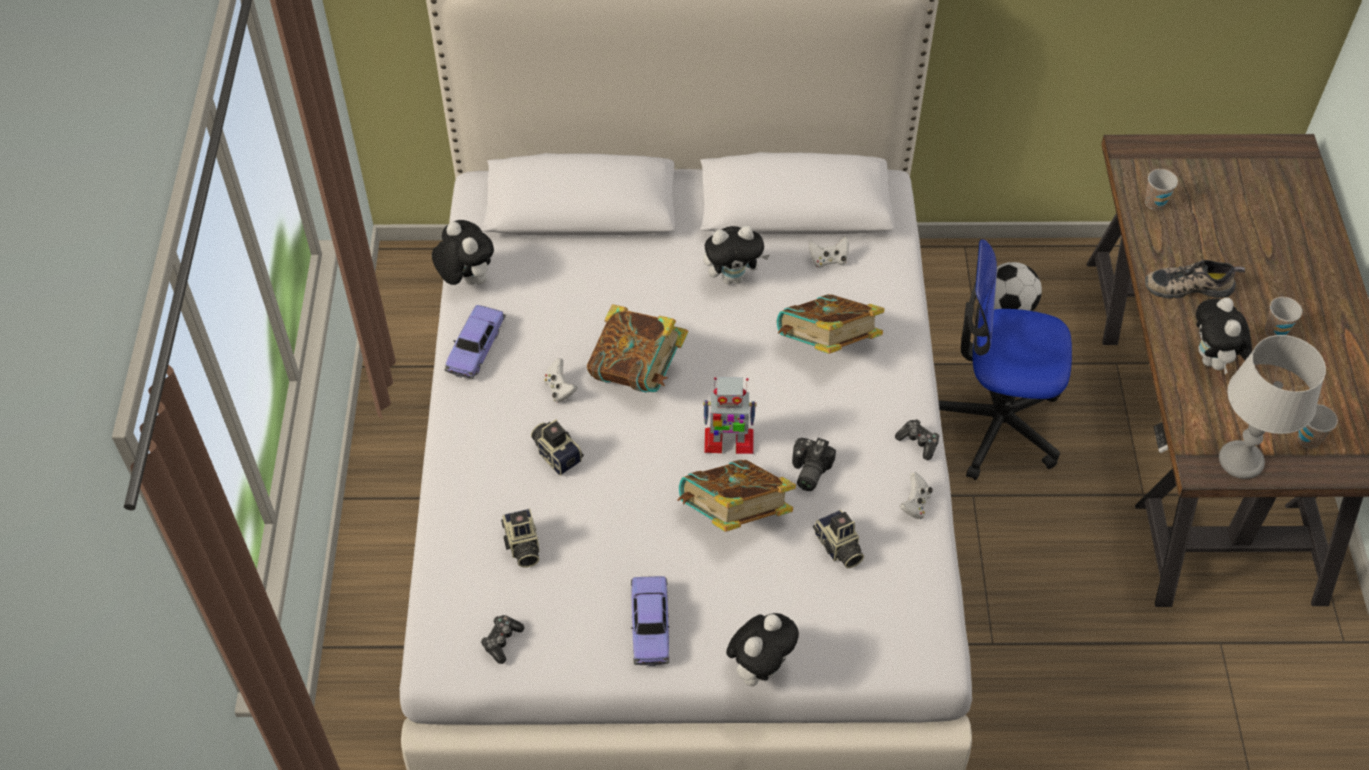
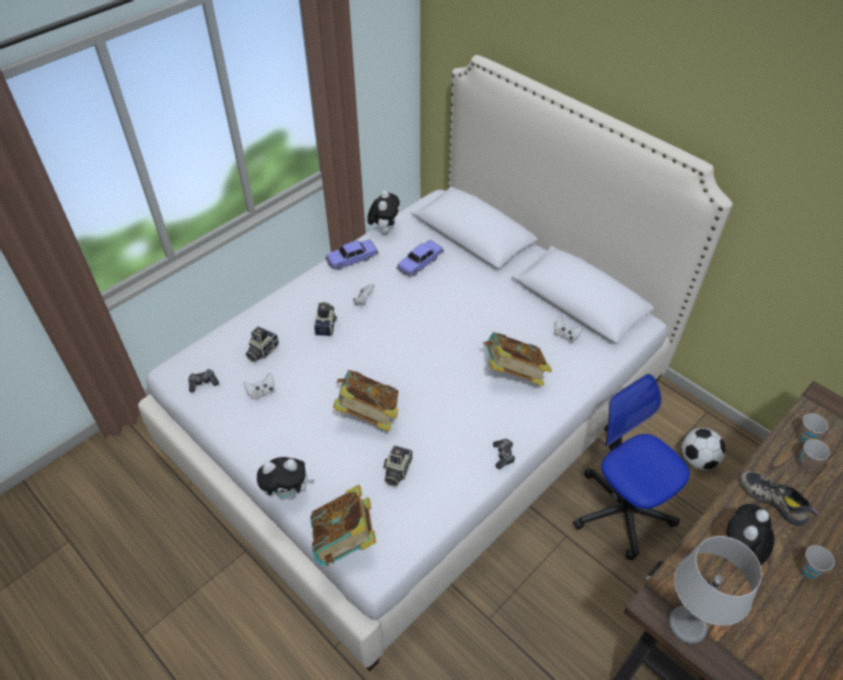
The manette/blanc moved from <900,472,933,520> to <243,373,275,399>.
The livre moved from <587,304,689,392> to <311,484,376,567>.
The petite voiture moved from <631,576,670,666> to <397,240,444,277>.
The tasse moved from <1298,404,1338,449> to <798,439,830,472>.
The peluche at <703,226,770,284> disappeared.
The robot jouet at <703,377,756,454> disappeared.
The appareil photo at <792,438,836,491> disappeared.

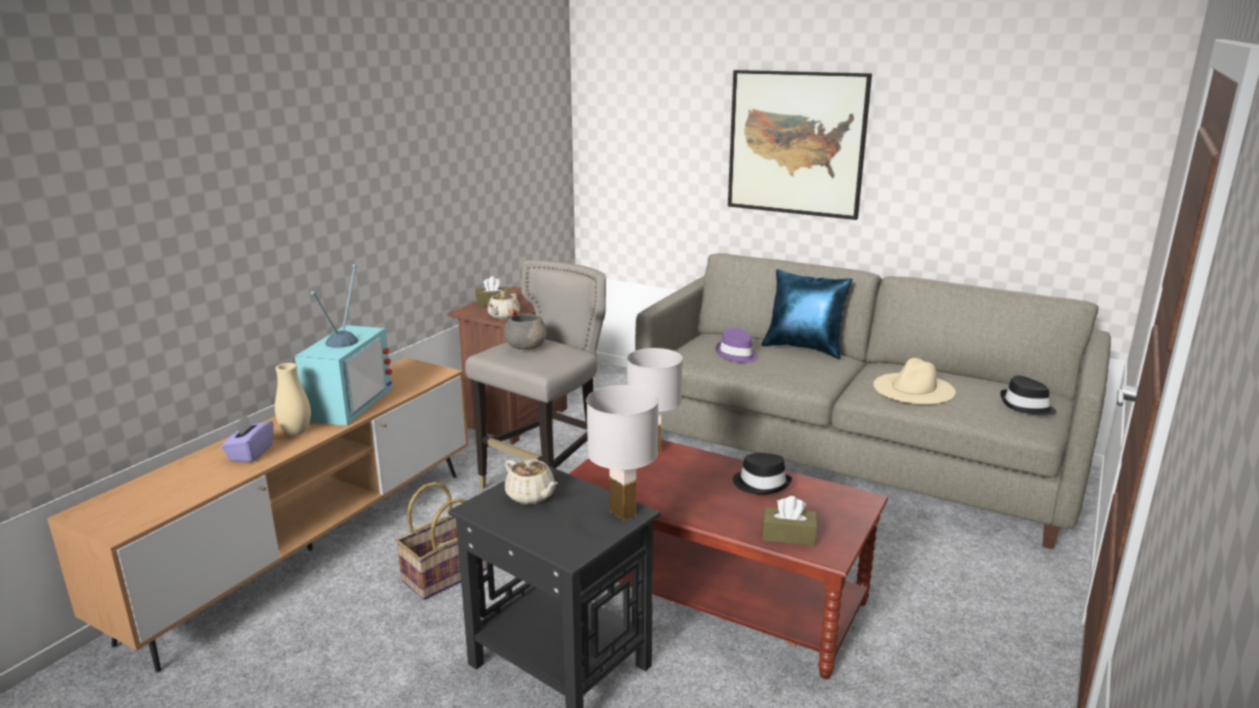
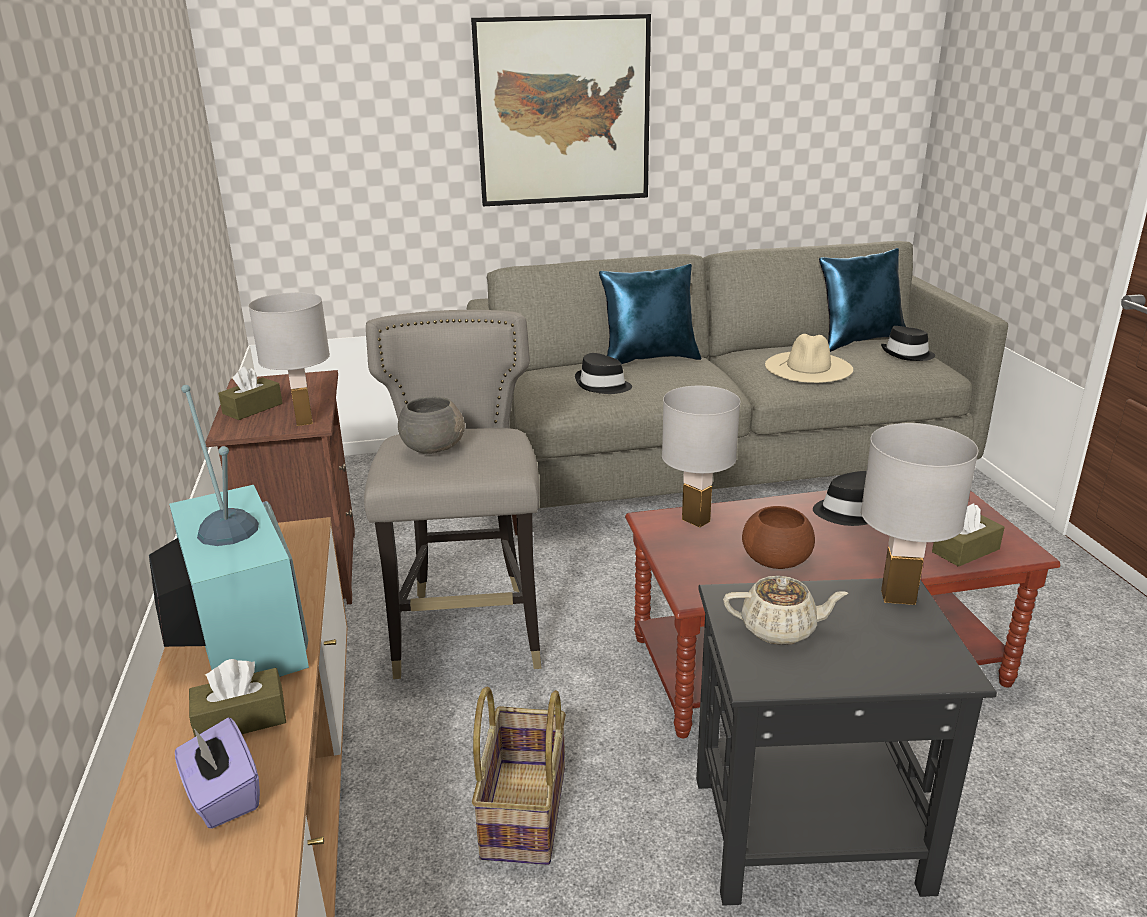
The vase/beige at <275,363,311,436> was replaced by the boîte à mouchoirs/marron at <189,659,286,737>.
The théière/beige at <488,291,520,319> was replaced by the lampe de table/blanc at <248,292,330,426>.
The chapeau/violet at <716,328,758,363> became the chapeau/noir at <575,353,632,394>.
The bol/marron at <742,506,815,569> appeared.
The coussin/bleu at <819,248,906,352> appeared.

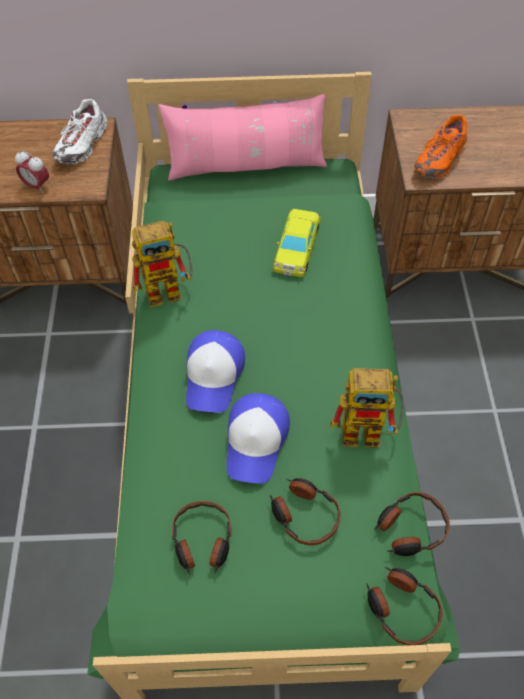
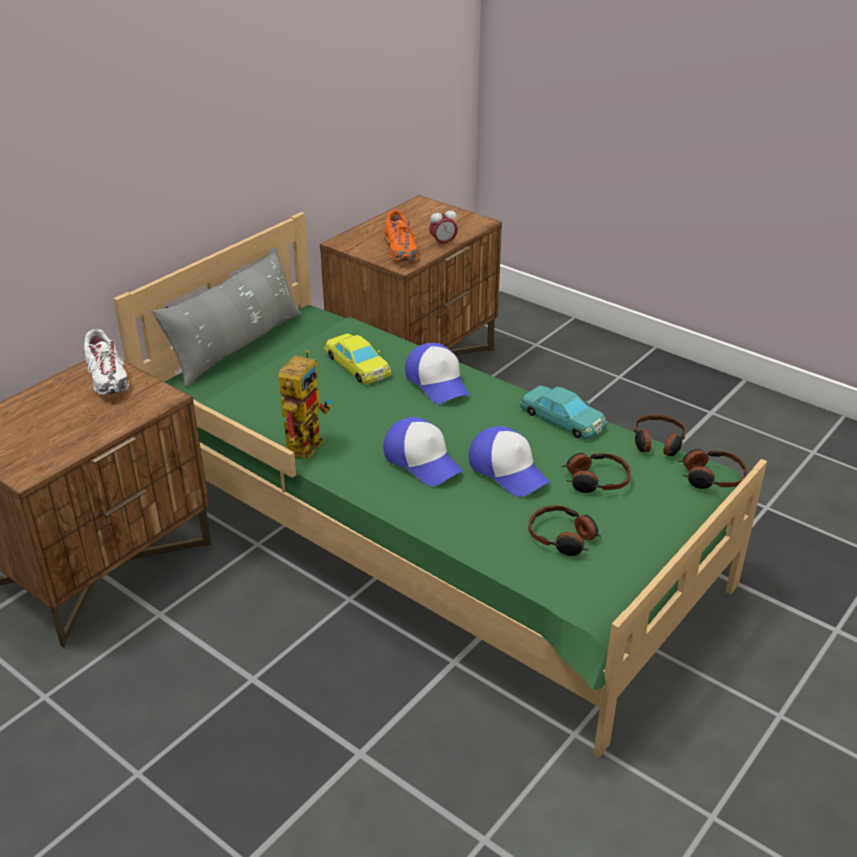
The coussin/rose at <158,94,327,181> became the coussin/gris at <152,247,301,388>.
The casquette at <405,343,469,404> appeared.
The réveil moved from <15,150,49,193> to <429,207,458,247>.
The robot jouet at <331,368,404,448> was replaced by the petite voiture/turquoise at <520,385,607,440>.

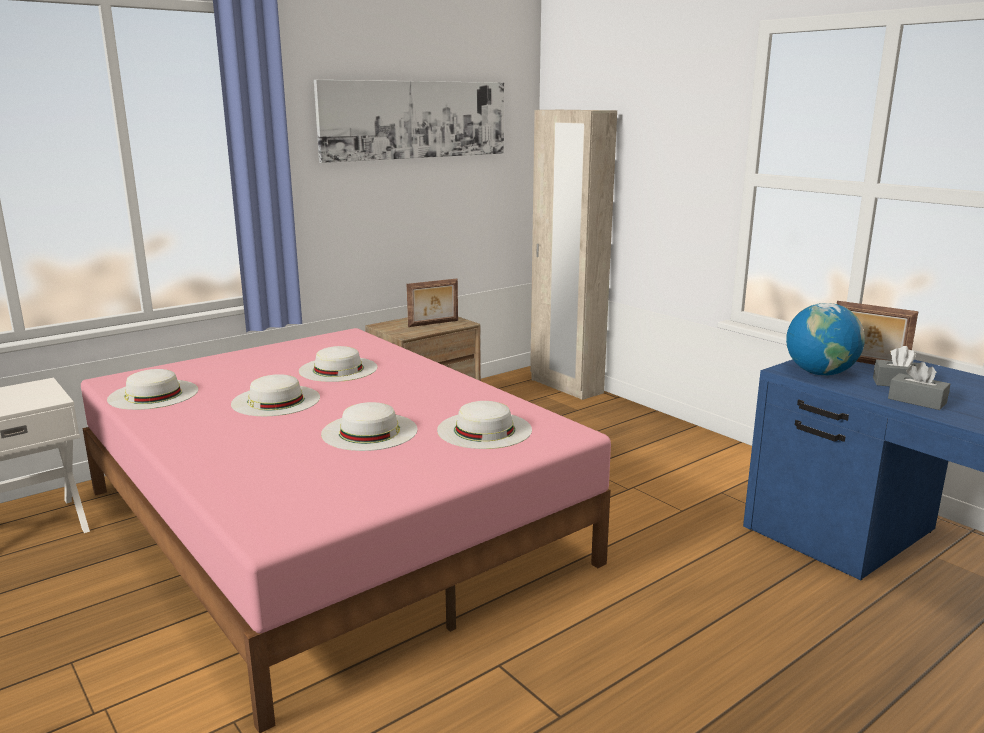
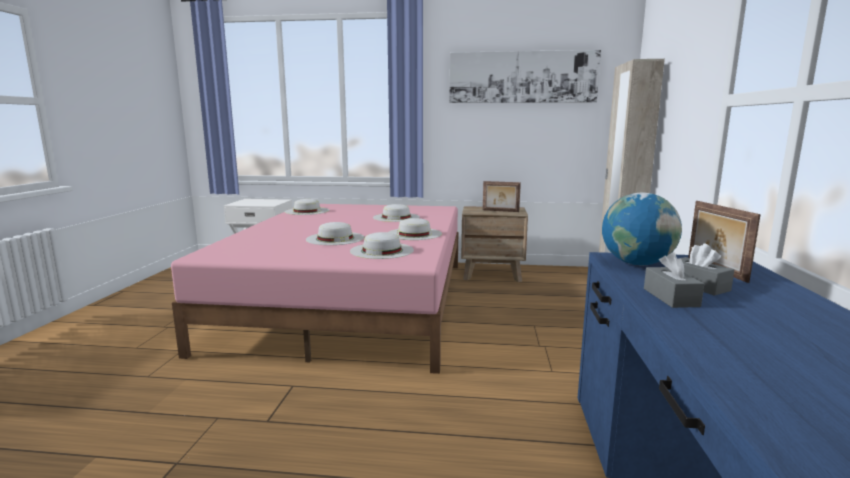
The chapeau/blanc moved from <231,374,320,416> to <388,218,442,240>.

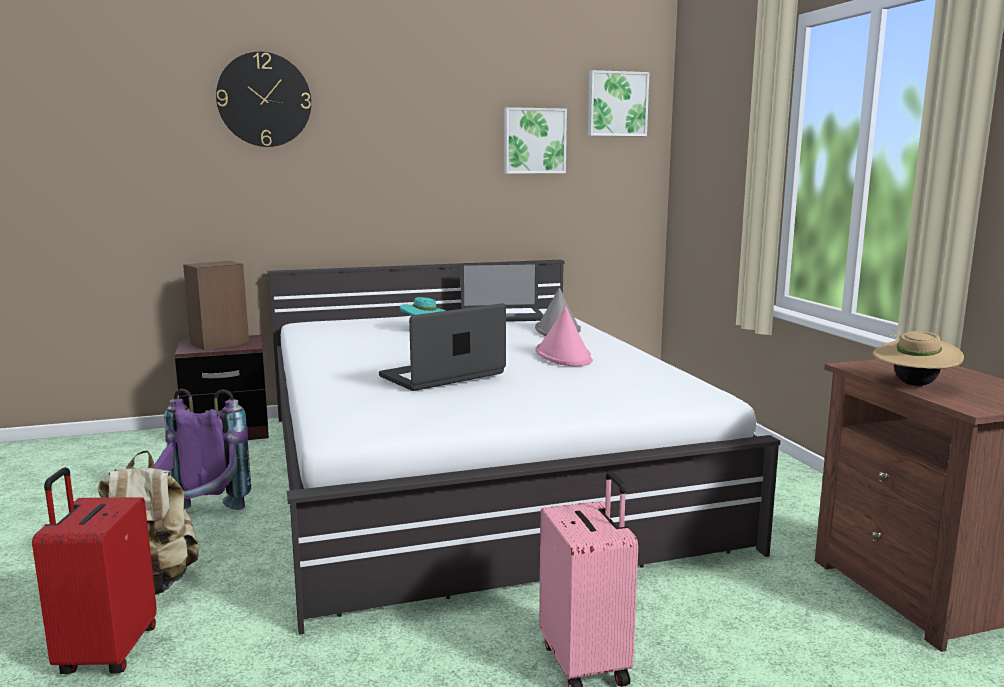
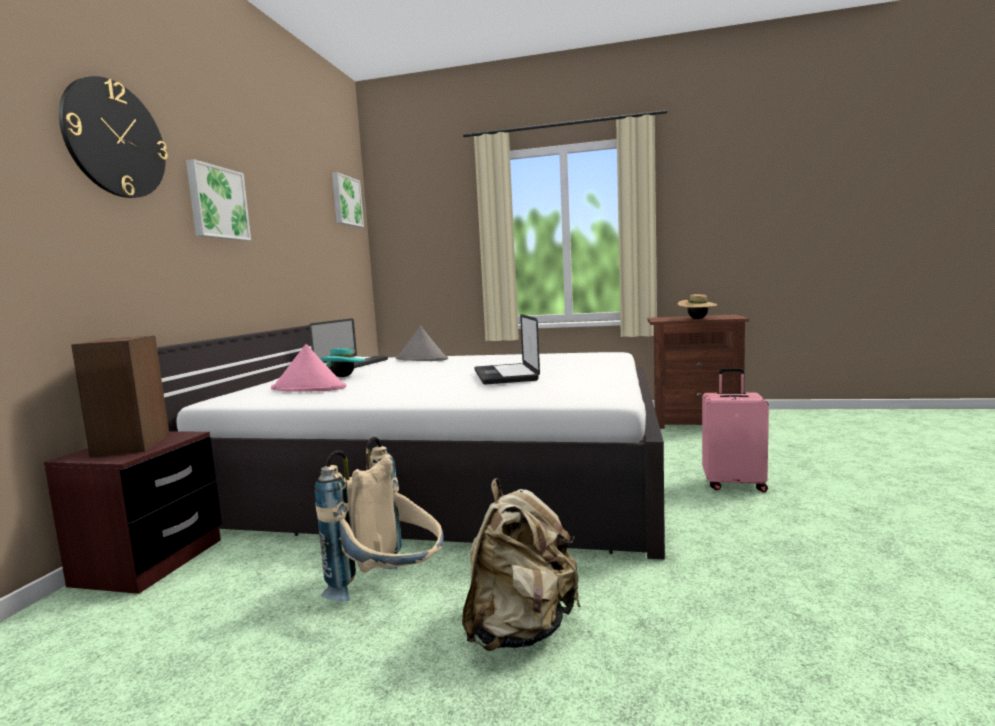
The tableau moved from <504,107,567,174> to <186,159,251,241>.
The chapeau/rose moved from <535,307,593,366> to <271,344,346,392>.
The sac à dos/violet at <155,389,251,510> became the sac à dos/beige at <315,437,444,601>.
The valise/rouge at <32,467,157,674> disappeared.

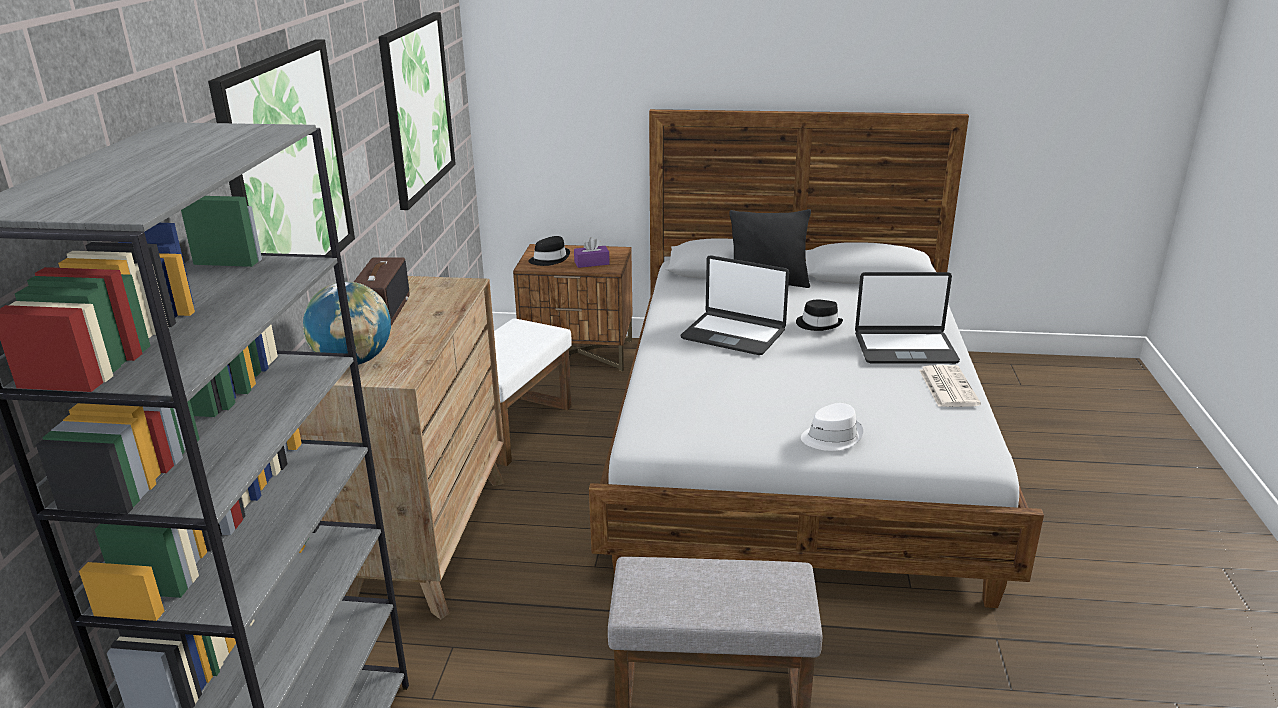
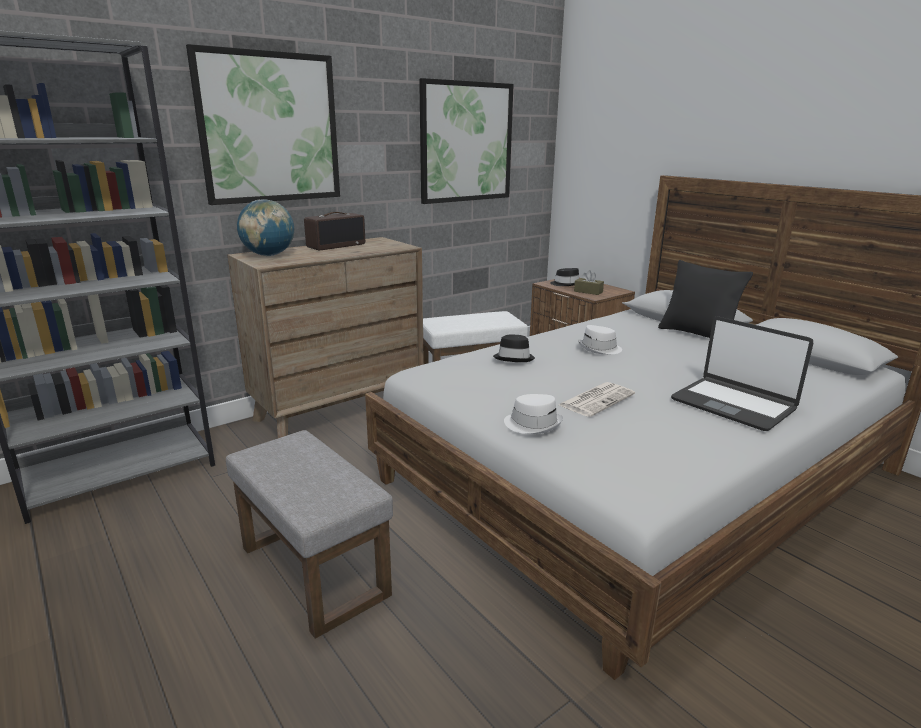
The chapeau/noir moved from <796,300,843,331> to <493,334,535,362>.
The journal moved from <919,365,981,407> to <559,382,635,417>.
The boîte à mouchoirs/violet at <574,237,610,268> became the boîte à mouchoirs/marron at <574,270,604,295>.
The ordinateur portable at <681,255,789,355> was replaced by the chapeau/blanc at <578,325,622,354>.

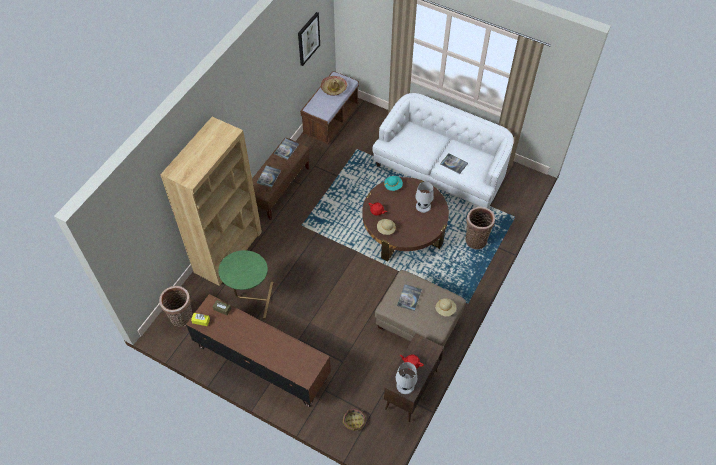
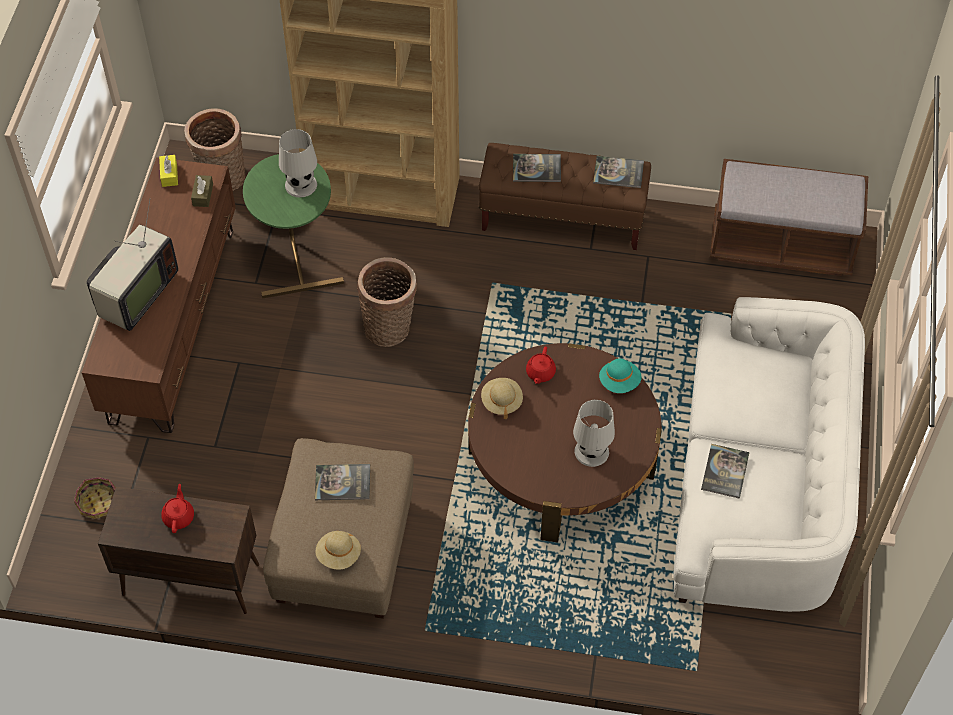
The téléviseur at <87,200,178,331> appeared.
The lampe de table/blanc moved from <396,362,417,394> to <279,129,317,197>.
The panier moved from <466,207,495,249> to <357,257,417,347>.
The tableau at <298,12,320,66> disappeared.
The chapeau at <321,76,347,96> disappeared.

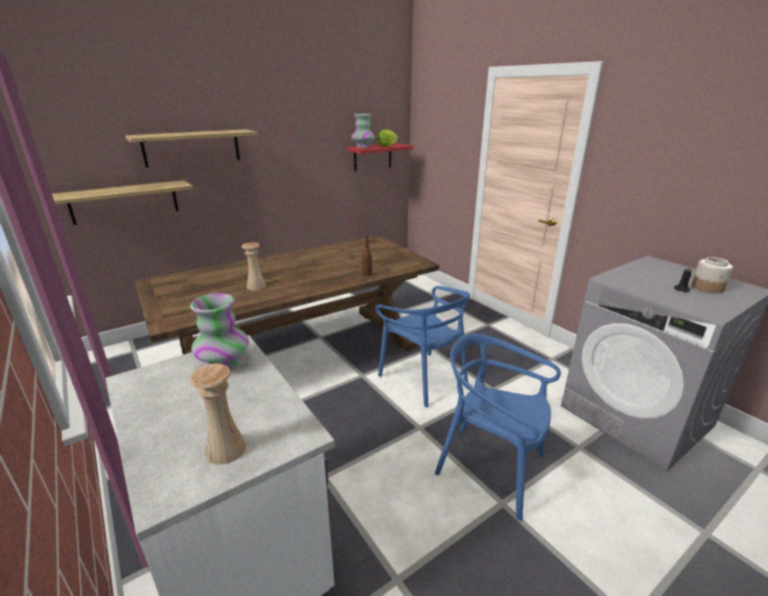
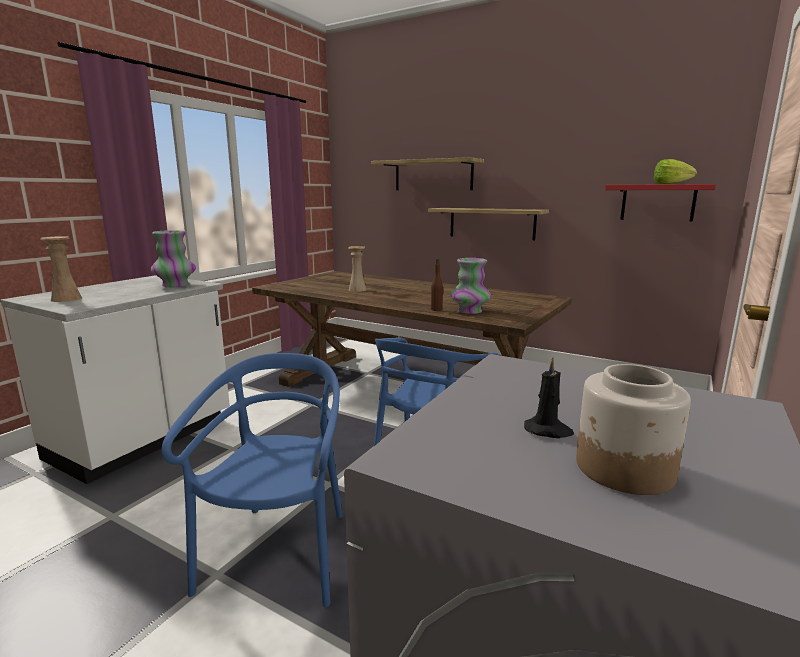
The étagère moved from <52,180,193,225> to <428,208,549,240>.
The vase moved from <351,114,375,148> to <450,258,491,314>.

